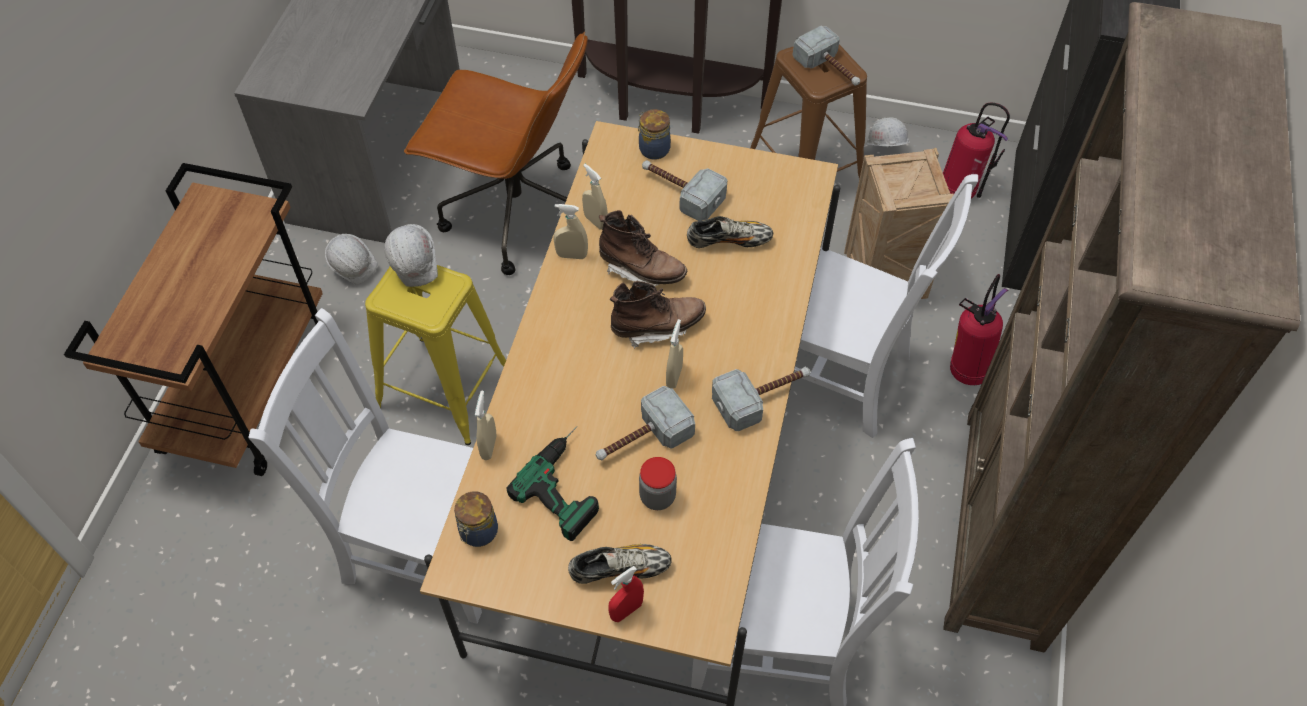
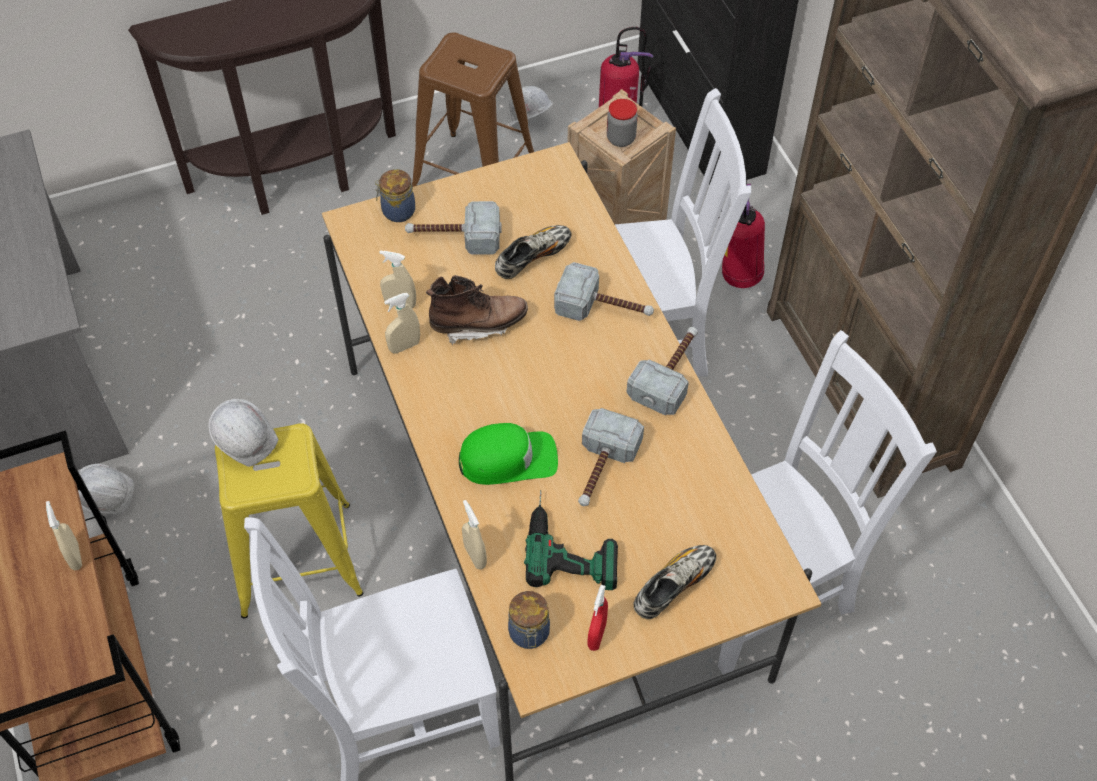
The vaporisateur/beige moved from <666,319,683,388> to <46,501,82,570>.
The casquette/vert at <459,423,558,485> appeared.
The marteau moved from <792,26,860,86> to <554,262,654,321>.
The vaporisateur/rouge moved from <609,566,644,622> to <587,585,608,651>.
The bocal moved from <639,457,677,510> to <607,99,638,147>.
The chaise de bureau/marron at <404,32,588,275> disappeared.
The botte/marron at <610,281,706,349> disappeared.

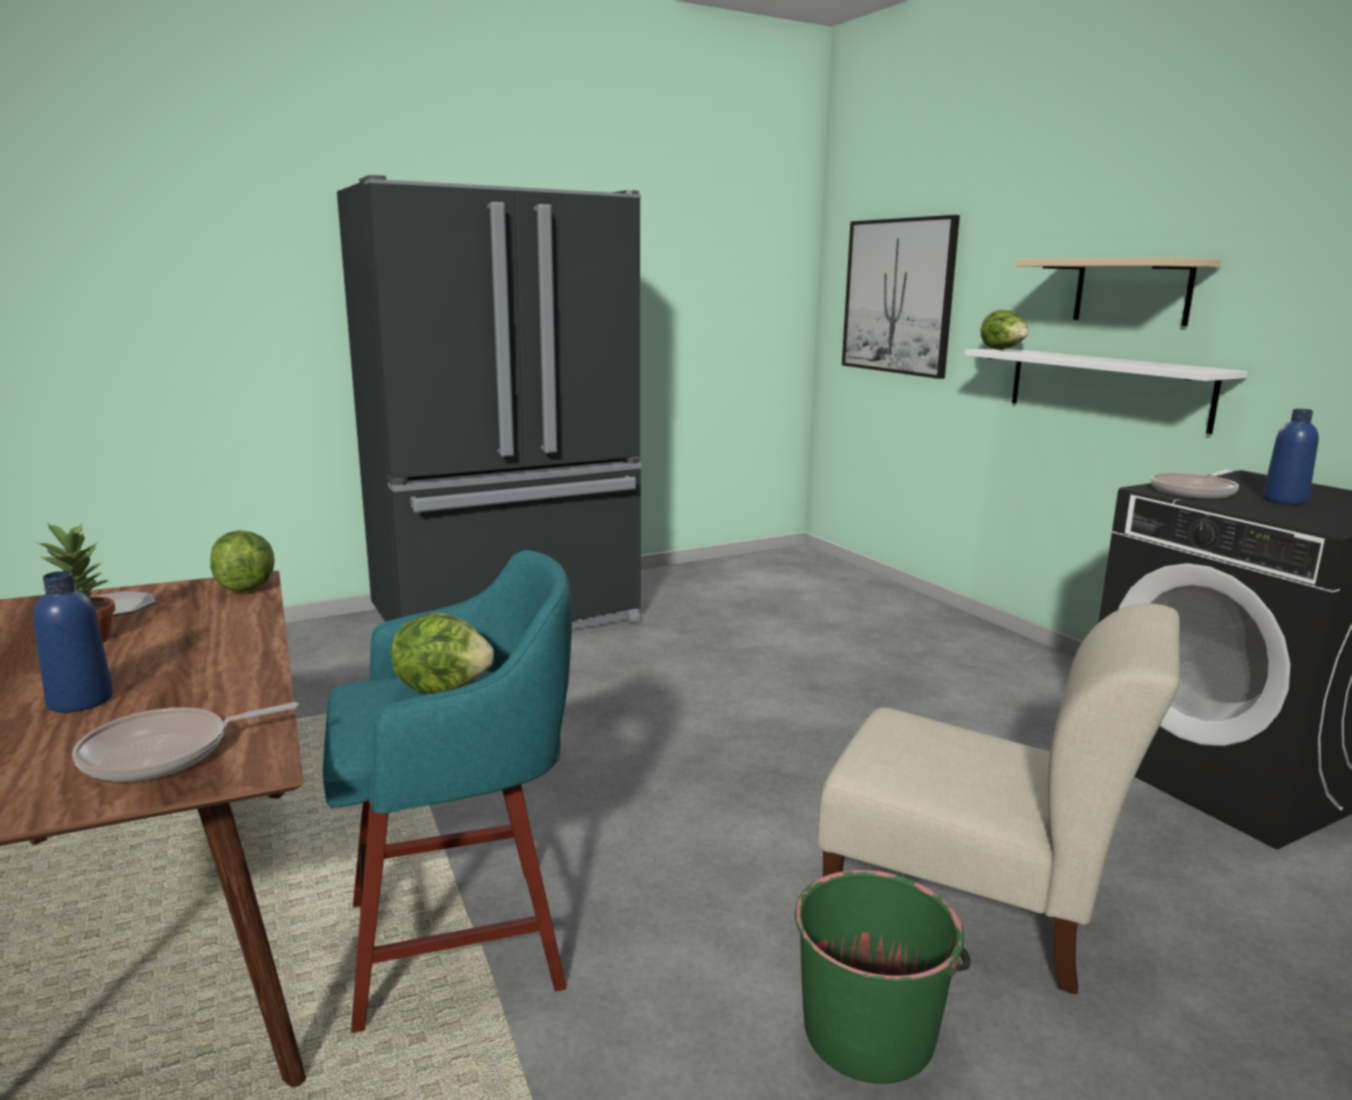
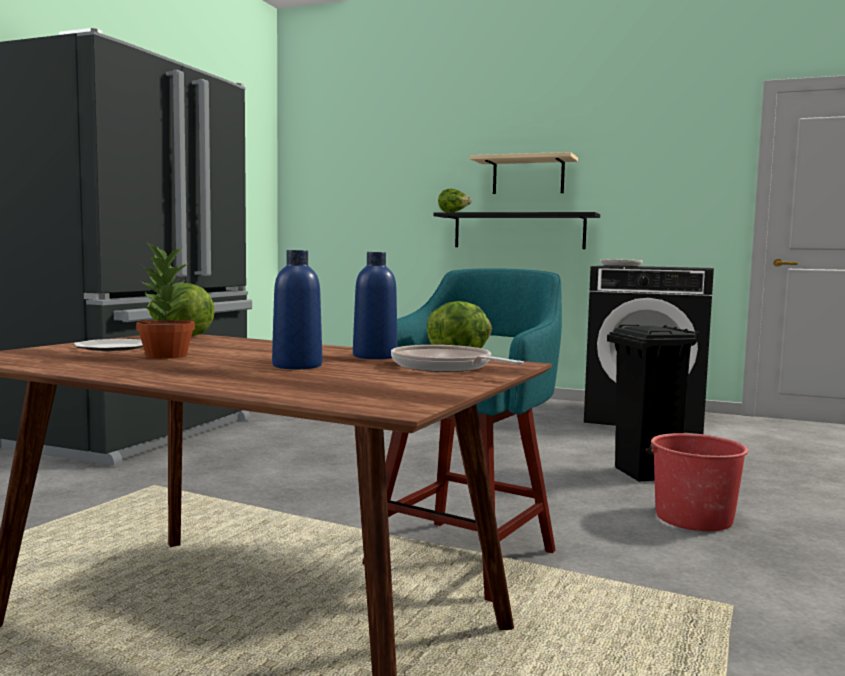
The bouteille/bleu moved from <1263,409,1319,505> to <353,252,398,359>.
The poêle at <72,702,299,782> turned 120 degrees clockwise.
The étagère/blanc at <965,349,1248,434> became the étagère/noir at <433,212,600,249>.
The chaise/beige at <818,603,1180,994> was replaced by the poubelle/noir at <607,325,700,482>.
The seau/vert at <795,870,971,1084> became the seau/rouge at <646,433,749,531>.
The tableau at <842,215,960,379> disappeared.

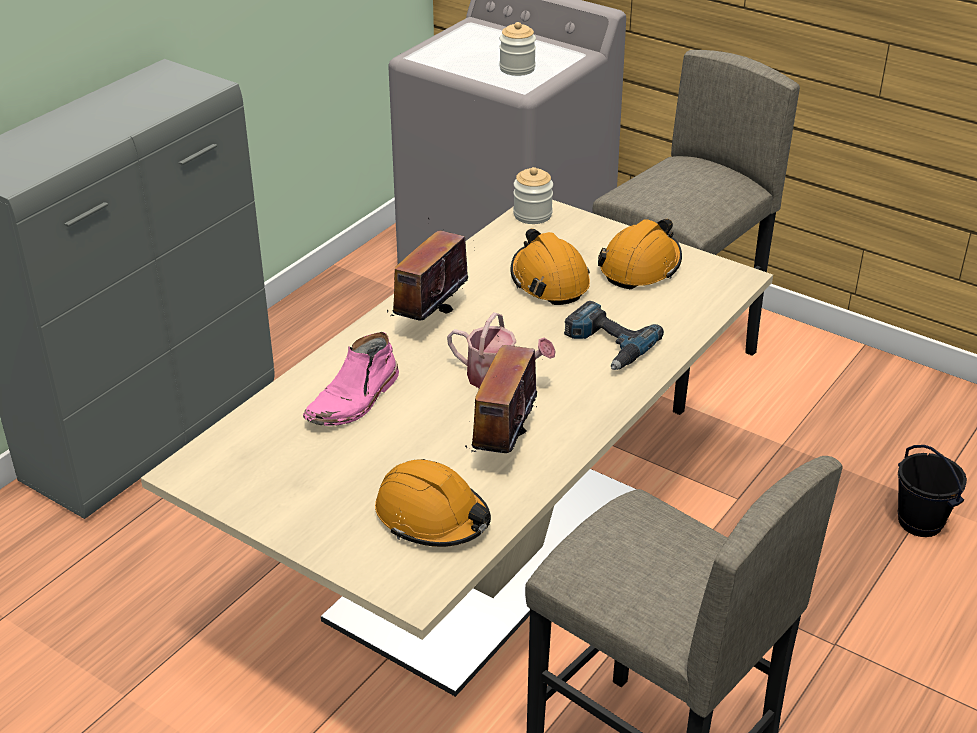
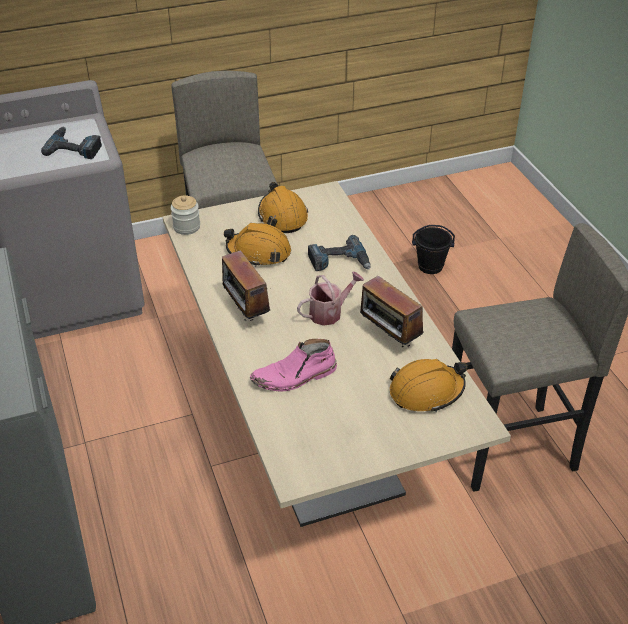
The bocal at <499,22,536,76> was replaced by the perceuse at <41,127,102,159>.
The botte/rose at <303,332,399,426> turned 90 degrees clockwise.

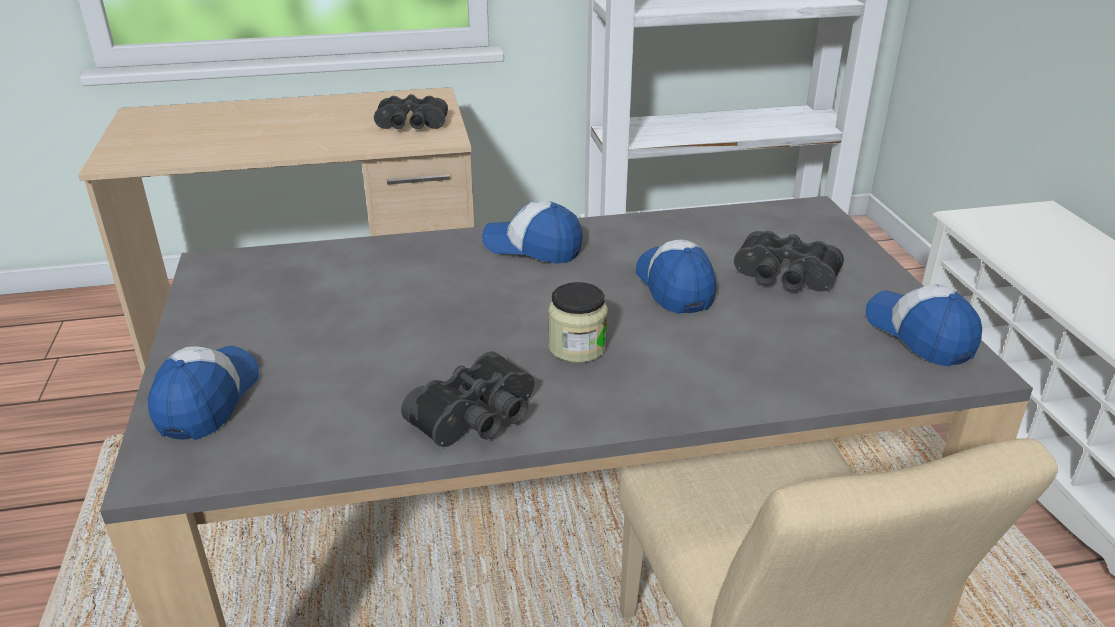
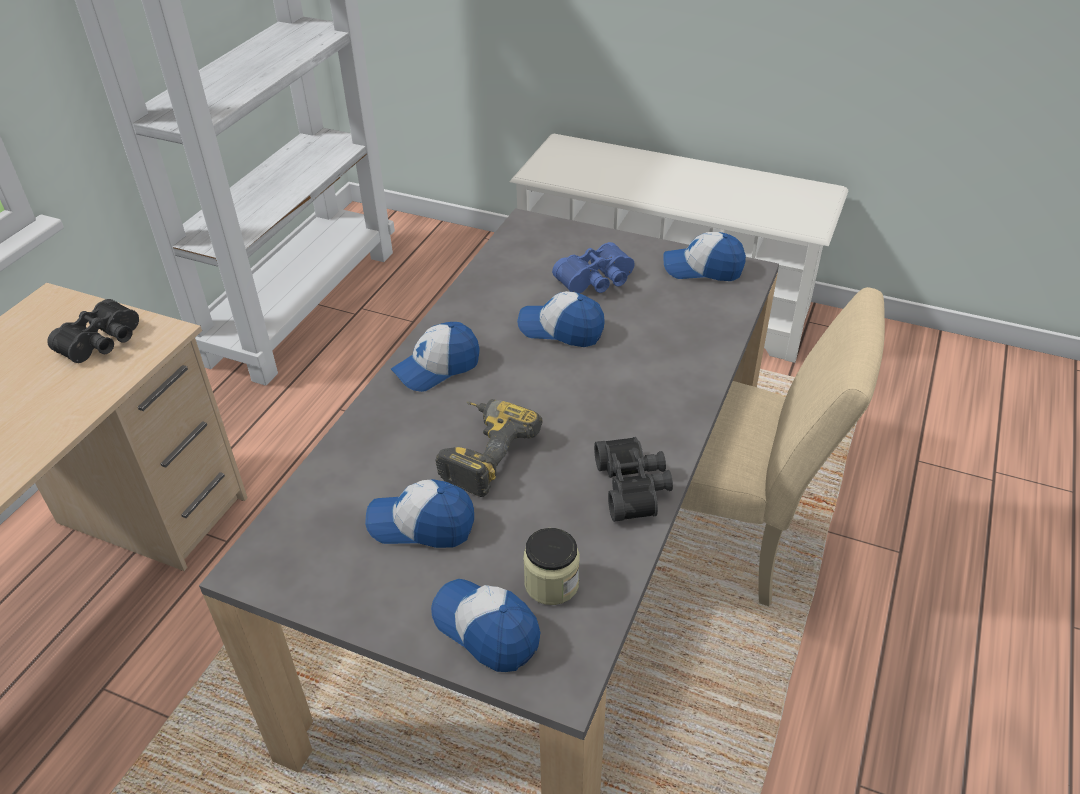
The casquette at <365,479,474,548> appeared.
The perceuse at <435,399,542,497> appeared.
The bocal moved from <548,282,608,363> to <523,528,580,605>.
The jumelles/noir at <734,231,844,292> became the jumelles/bleu at <552,242,635,294>.

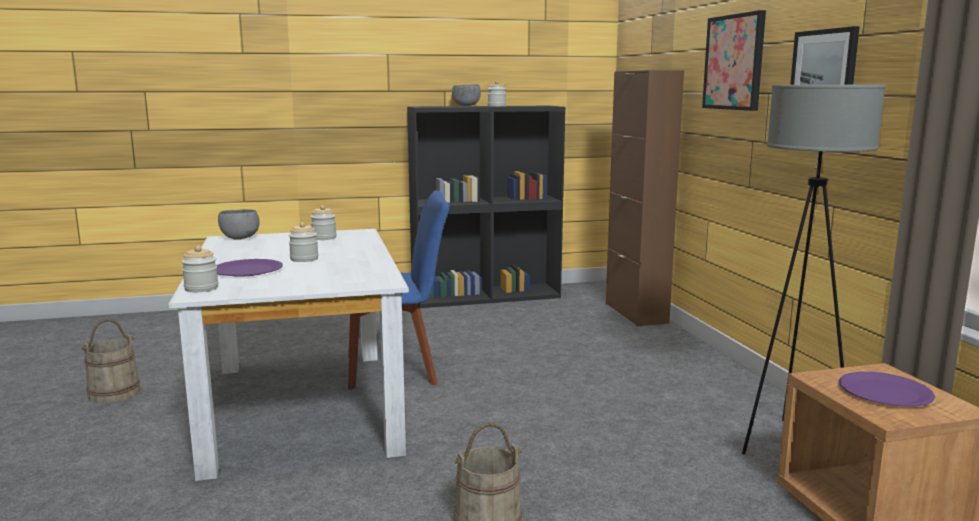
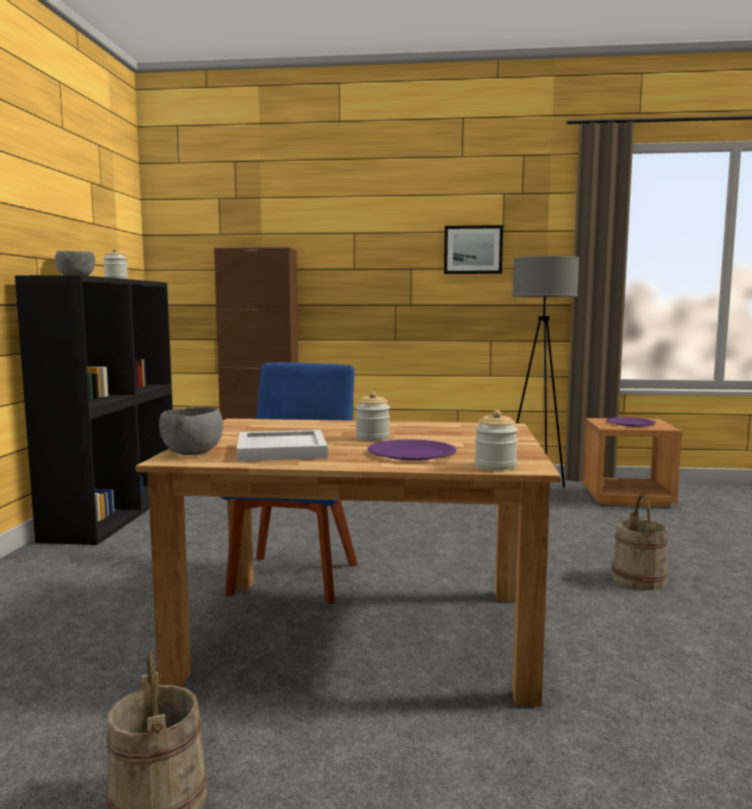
The table à manger/blanc at <169,229,409,481> became the table à manger/marron at <135,418,561,707>.
The plateau/blanc at <237,430,328,462> appeared.
The bocal at <311,205,337,240> disappeared.
The tableau at <702,10,766,111> disappeared.

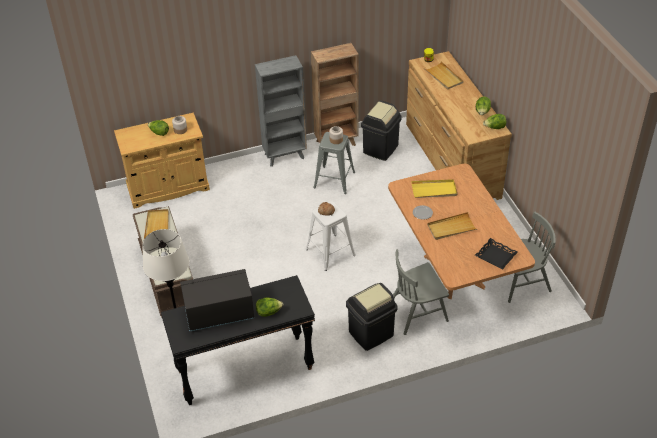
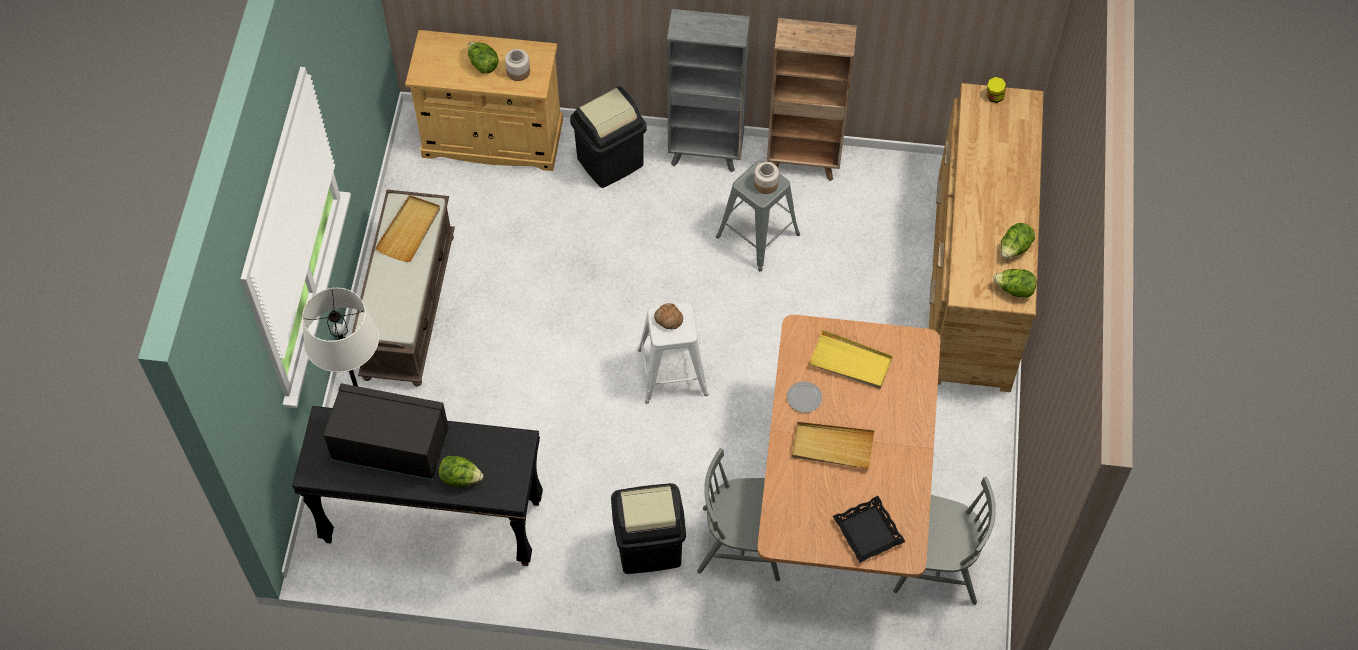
The poubelle/noir moved from <361,100,402,161> to <570,86,647,188>.
The plateau/beige at <425,61,463,90> disappeared.

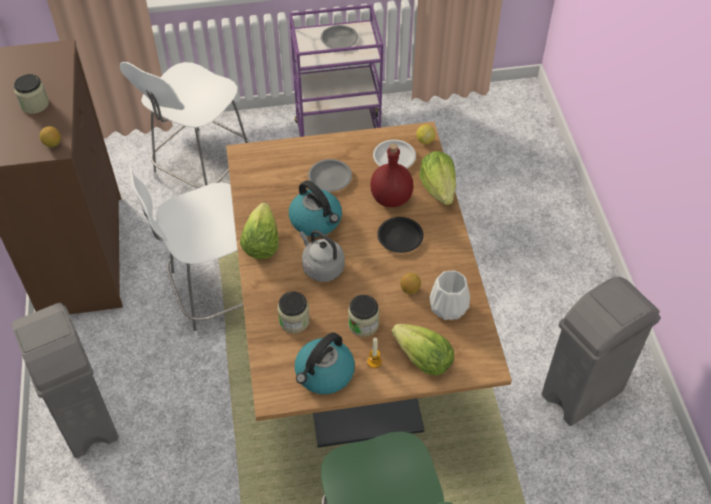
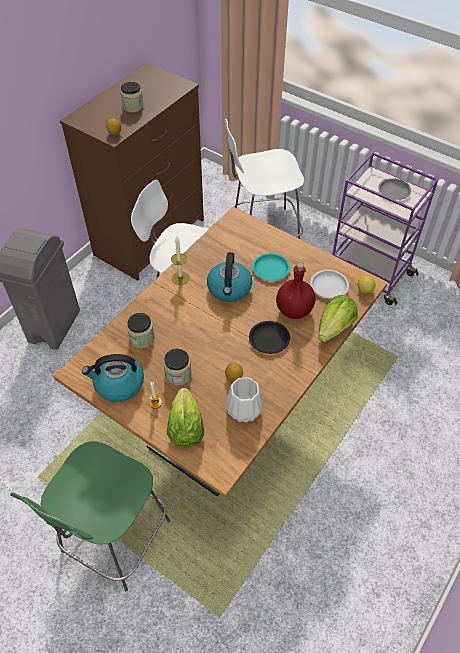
The laitue at <240,203,279,259> was replaced by the bougie at <171,237,190,285>.
The assiette/gris at <308,159,352,192> became the assiette/turquoise at <252,253,290,281>.
The bouilloire/gris at <300,230,345,282> disappeared.
The poubelle/gris at <541,277,661,426> disappeared.

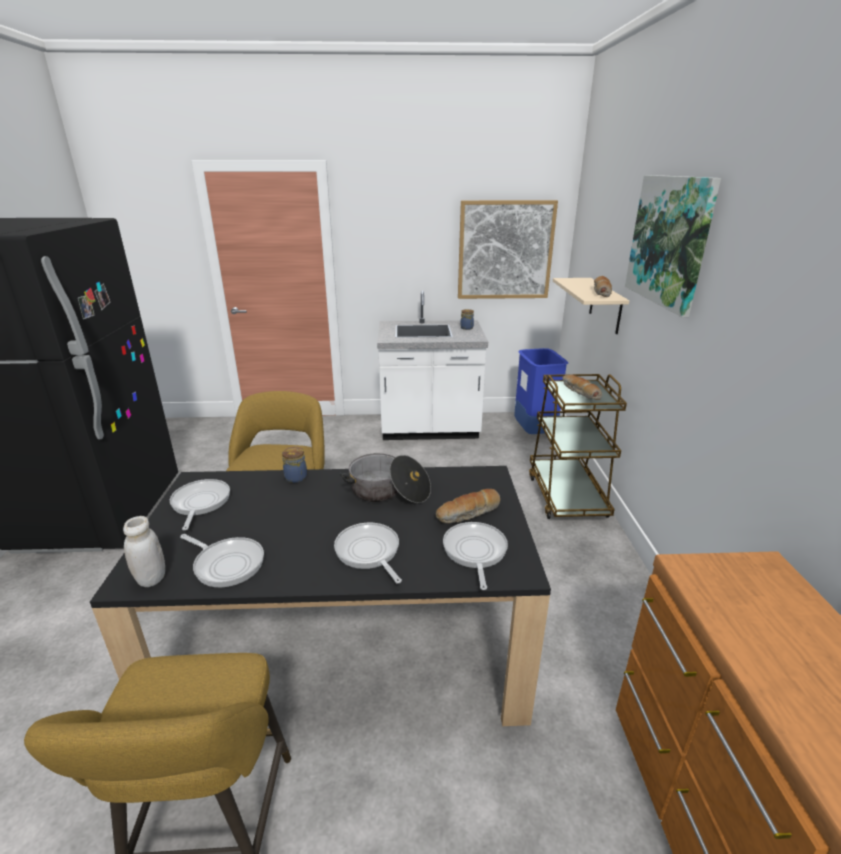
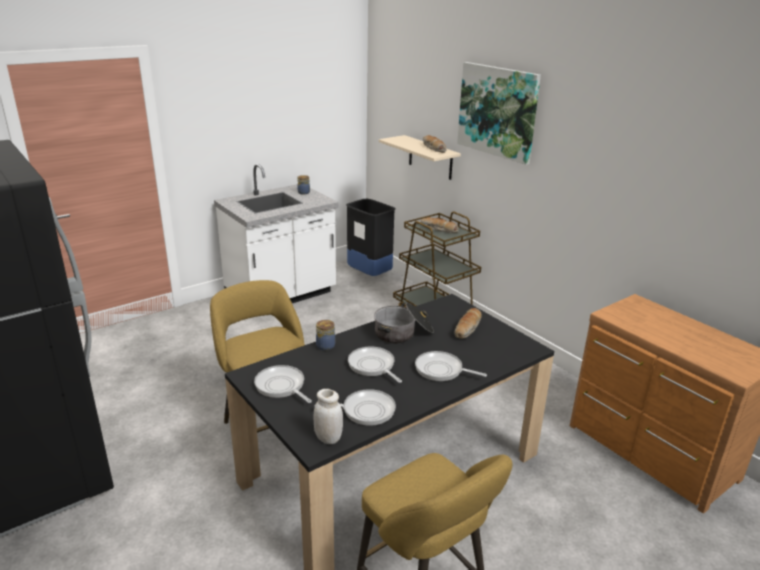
The poubelle/bleu at <514,348,568,434> became the poubelle/noir at <346,199,395,276>.
The poêle moved from <443,522,508,590> to <348,346,402,383>.
The tableau at <458,200,558,299> disappeared.

